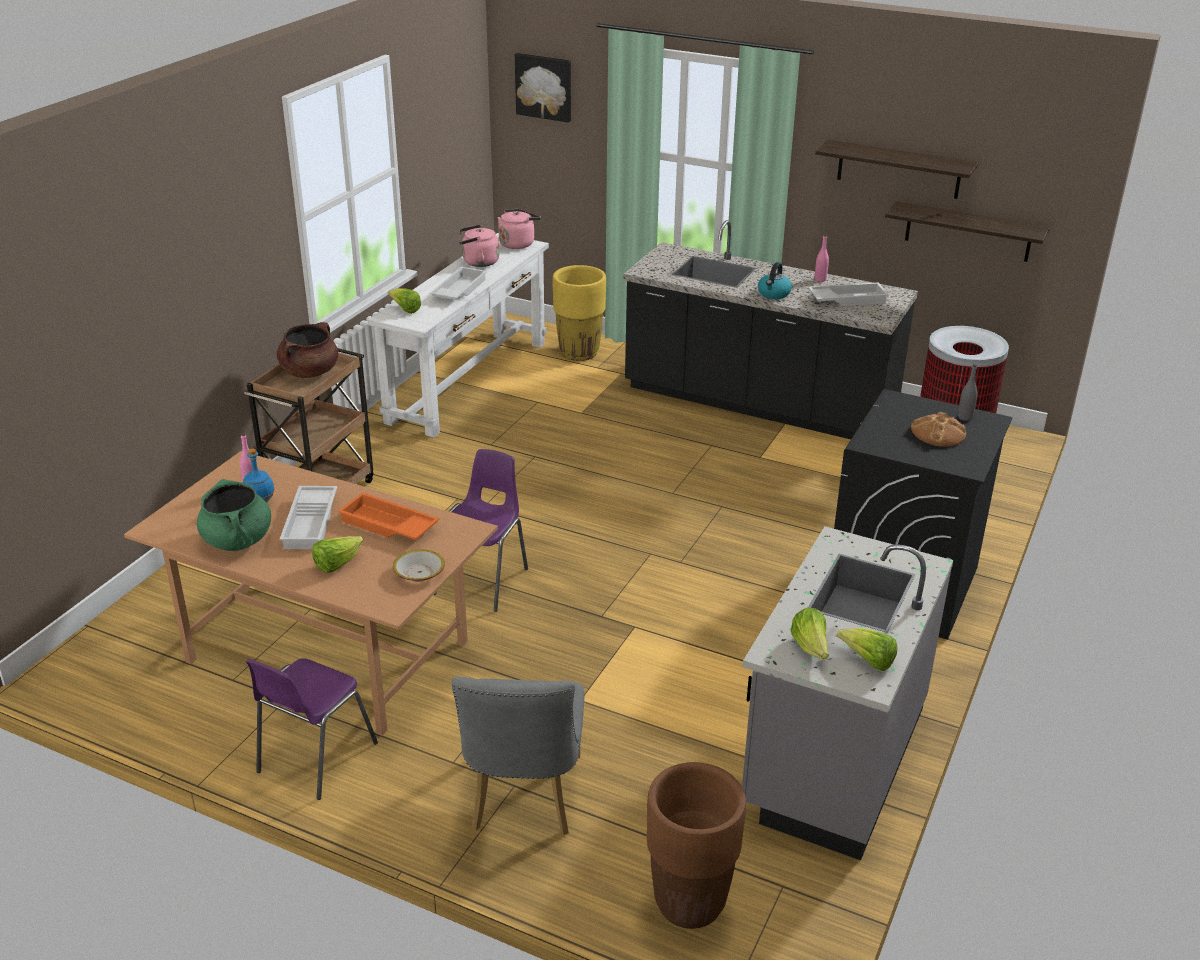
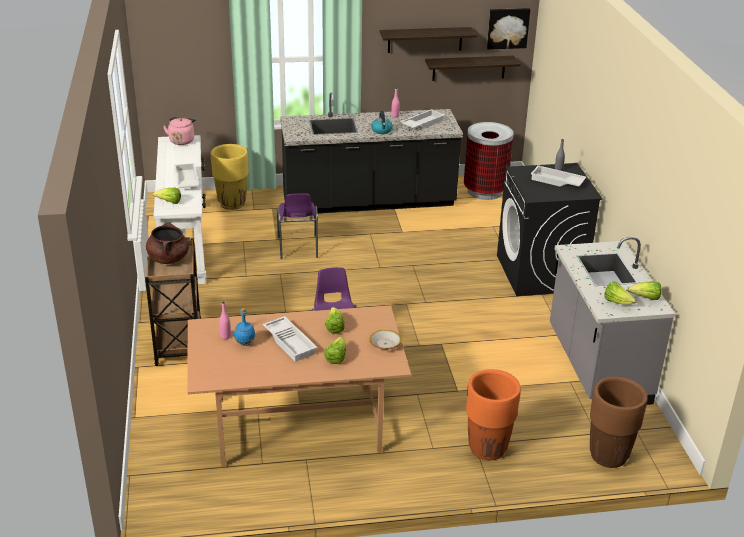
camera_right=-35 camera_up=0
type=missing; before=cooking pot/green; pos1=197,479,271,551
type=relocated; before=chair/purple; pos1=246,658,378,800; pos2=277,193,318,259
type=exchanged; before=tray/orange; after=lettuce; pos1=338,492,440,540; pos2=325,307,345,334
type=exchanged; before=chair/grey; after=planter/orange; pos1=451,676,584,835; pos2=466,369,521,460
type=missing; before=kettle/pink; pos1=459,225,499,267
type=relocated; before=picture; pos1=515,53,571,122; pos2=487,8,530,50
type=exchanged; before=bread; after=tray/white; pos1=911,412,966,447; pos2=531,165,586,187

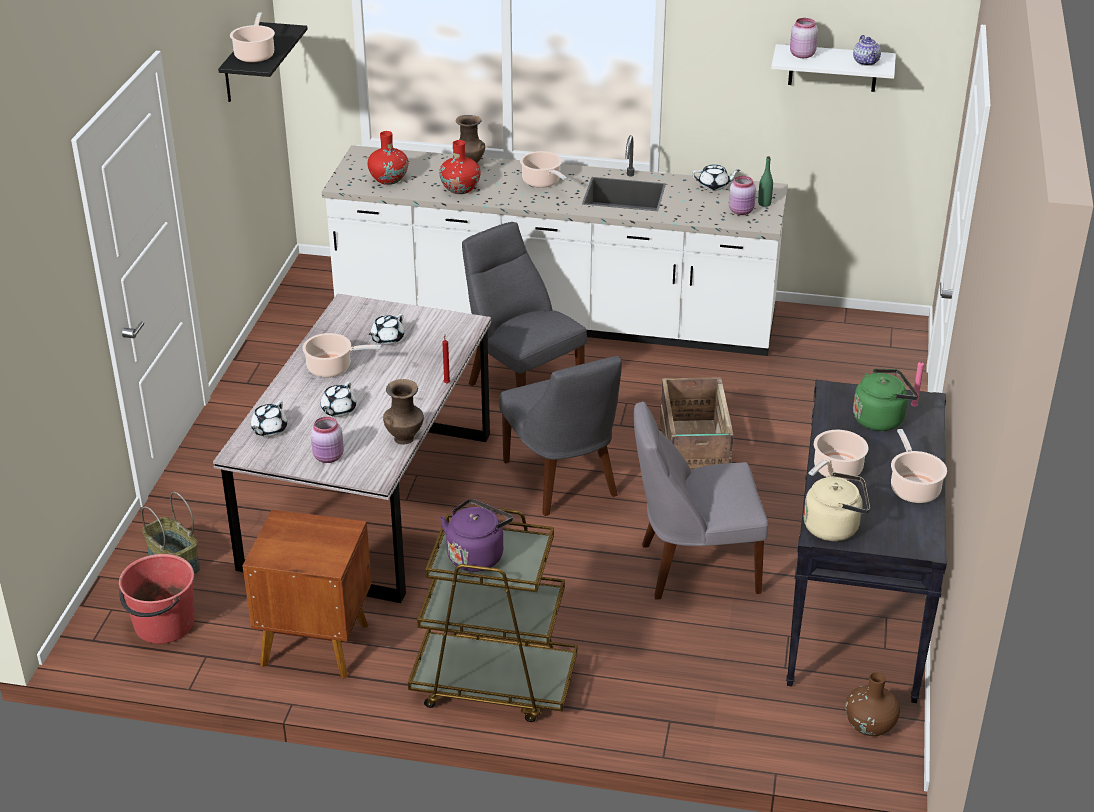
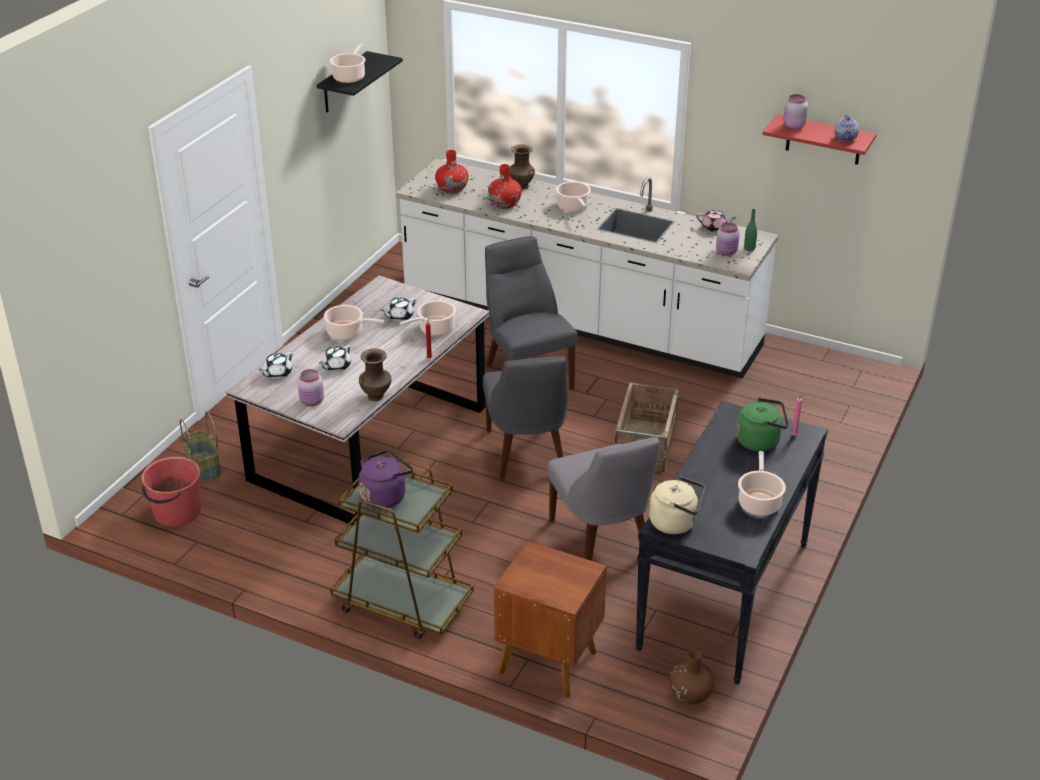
camera_right=15 camera_up=0
type=relocated; before=nightstand/brown; pos1=243,510,372,679; pos2=494,541,607,698
type=spun; before=chair/grey; pos1=634,401,768,600; pos2=547,437,659,561; turn=-120
type=colour; before=teapot/white; after=teapot/pink; pos1=692,164,740,191; pos2=696,210,737,232
type=colour; before=shelf/white; after=shelf/red; pos1=771,44,896,92; pos2=762,114,877,165
type=relocated; before=cooking pot; pos1=809,430,868,480; pos2=399,300,456,335

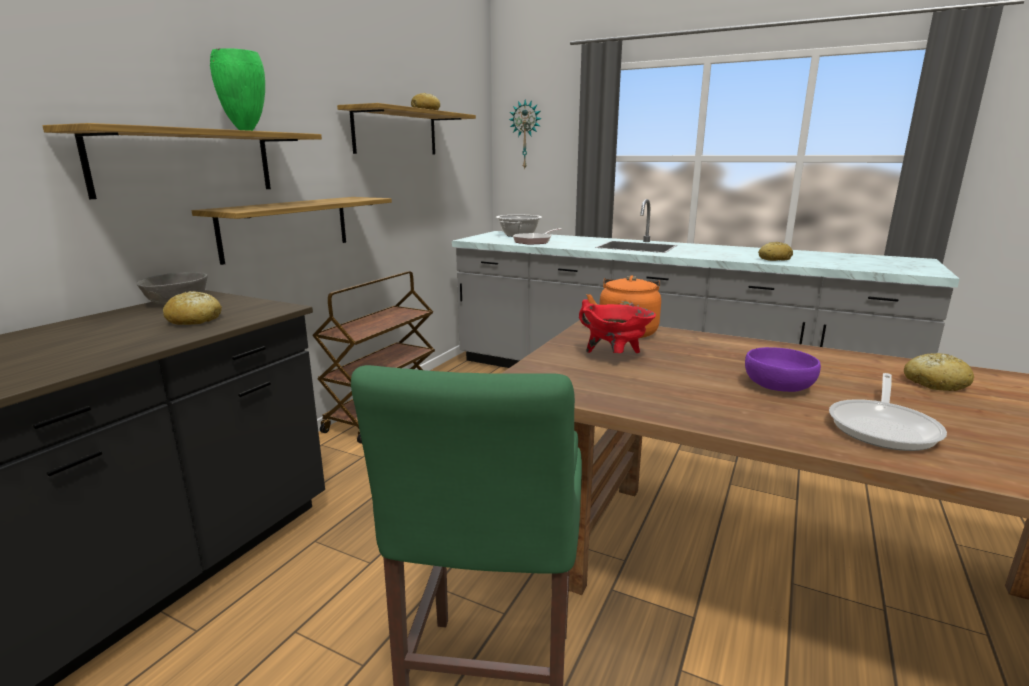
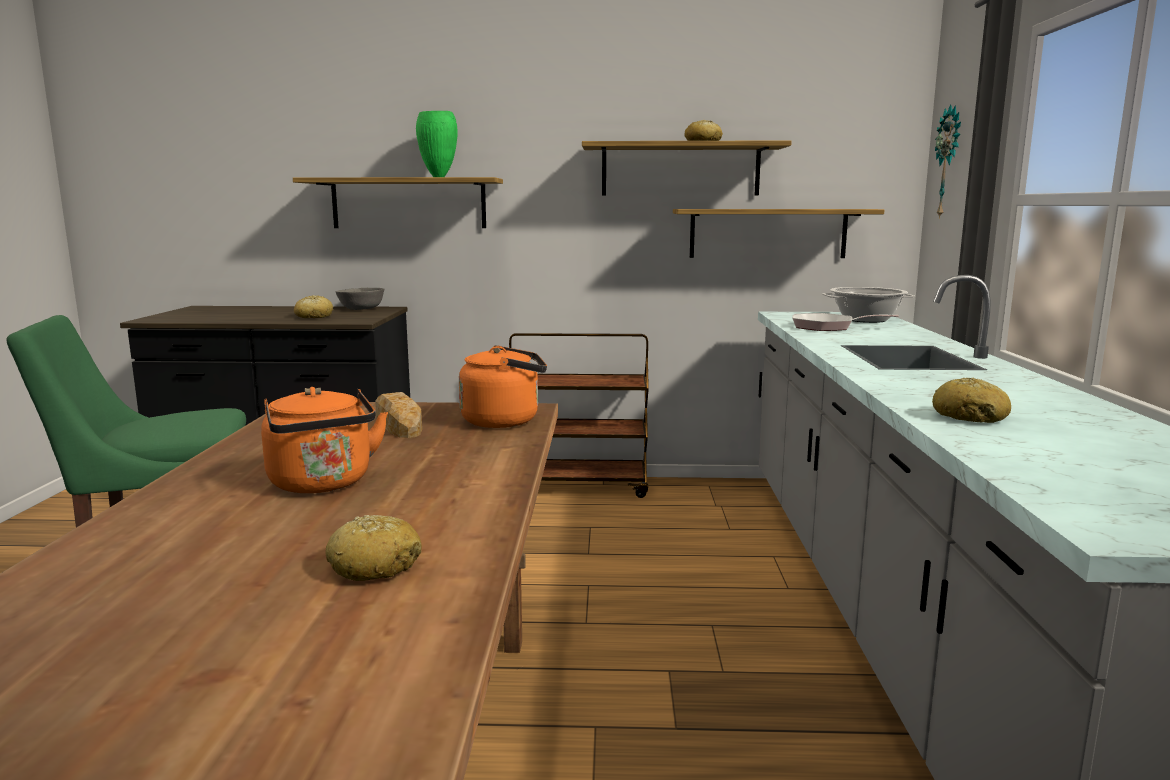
camera_right=65 camera_up=-5
type=relocated; before=shelf; pos1=192,197,392,265; pos2=673,209,884,258
type=exchanged; before=cooking pot/red; after=bread; pos1=579,299,656,353; pos2=375,392,422,438
type=exchanged; before=bowl/purple; after=kettle/orange; pos1=745,347,821,392; pos2=261,387,388,493
type=missing; before=frying pan; pos1=829,373,947,451

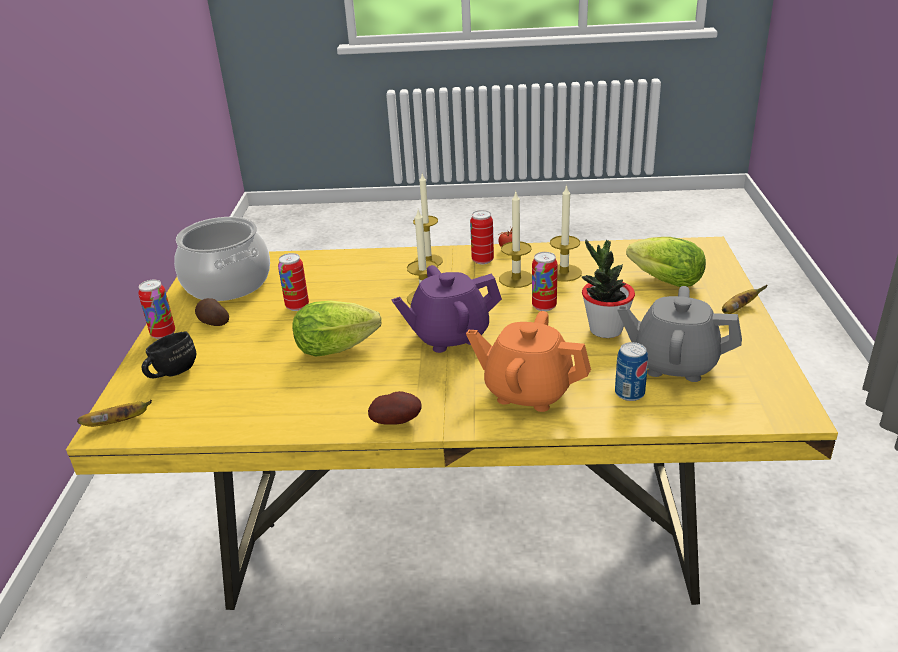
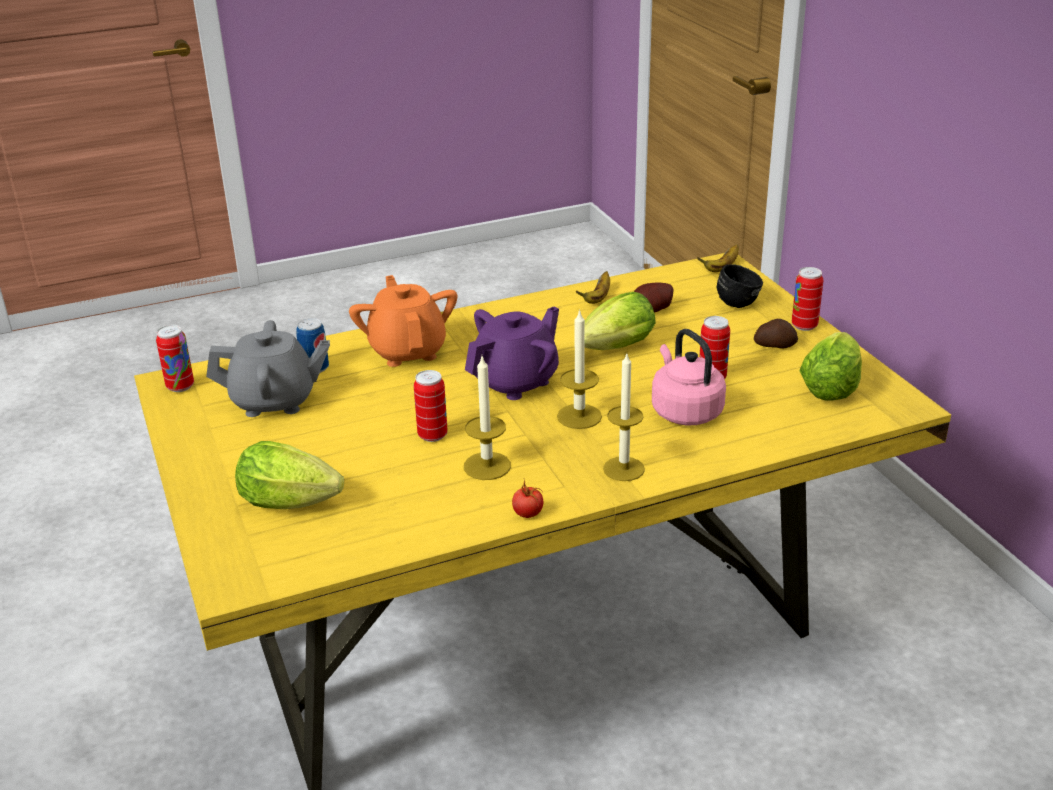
camera_right=155 camera_up=0
type=exchanged; before=cooking pot; after=lettuce; pos1=174,217,270,301; pos2=799,332,862,401
type=relocated; before=potato; pos1=368,391,422,425; pos2=634,283,673,313
type=spun; before=teapot/orange; pos1=466,311,591,412; pos2=349,275,457,367; turn=-105
type=relocated; before=can; pos1=470,210,494,265; pos2=156,325,194,392
type=missing; before=candle; pos1=550,184,582,282
type=missing; before=potted plant; pos1=582,240,635,338
type=relocated; before=banana; pos1=722,285,767,314; pos2=576,271,610,304
type=appeared; after=kettle/pink; pos2=652,329,726,425

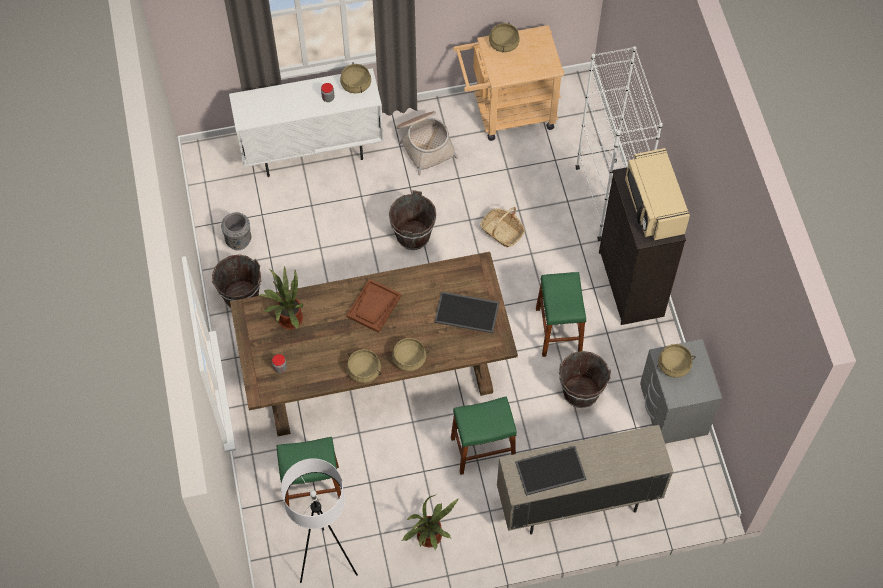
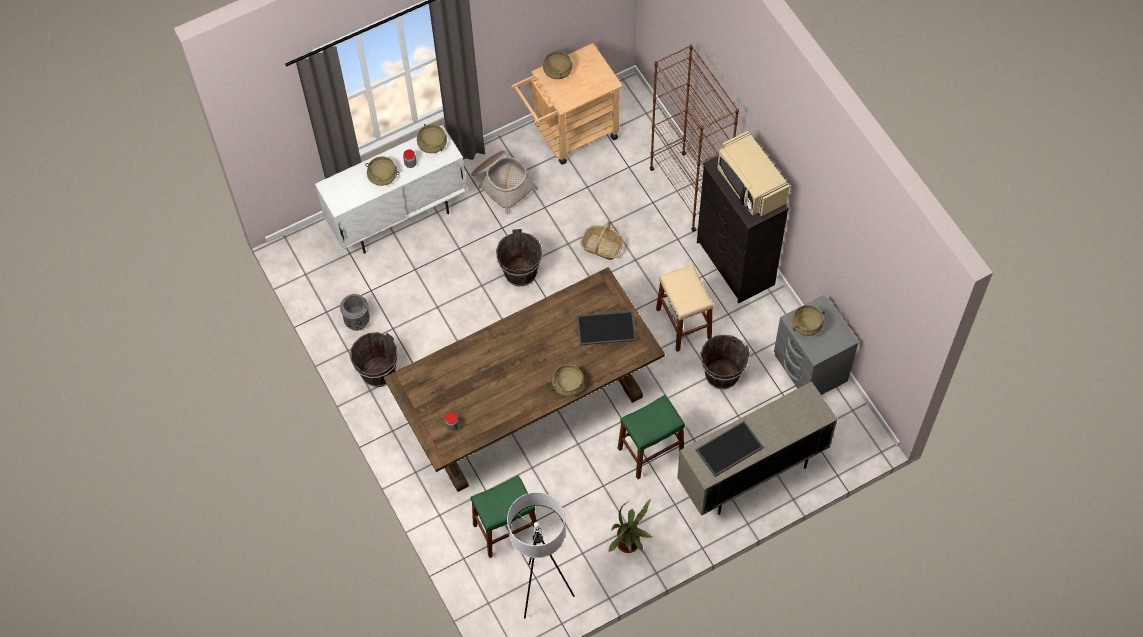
camera_right=-15 camera_up=0
type=missing; before=potted plant; pos1=259,265,304,330
type=missing; before=tray/brown; pos1=346,279,401,333
type=relocated; before=cooking pot/beige; pos1=347,349,381,383; pos2=365,156,399,186
type=colour; before=stool/green; after=stool/beige; pos1=536,272,586,357; pos2=656,264,713,352
type=colour; before=bookcase/white; after=bookcase/brown; pos1=576,46,663,241; pos2=650,45,739,232

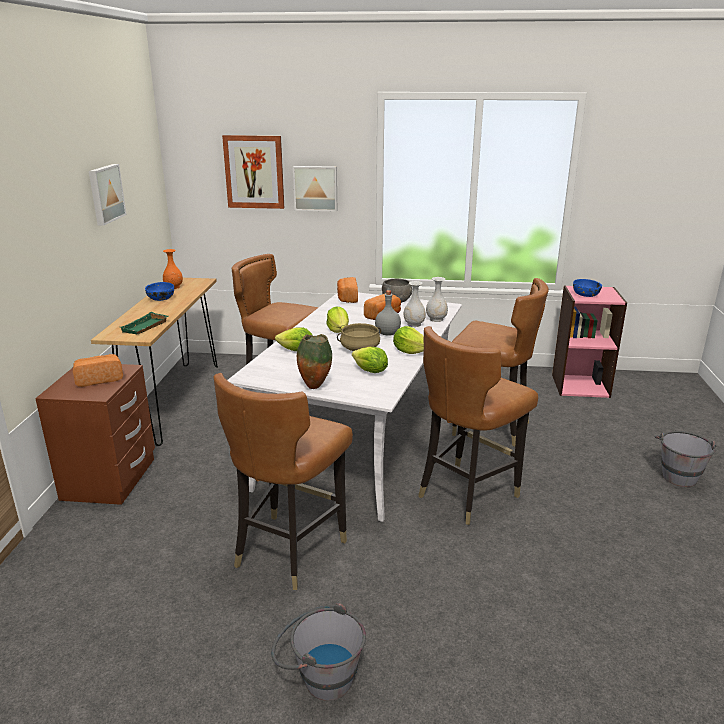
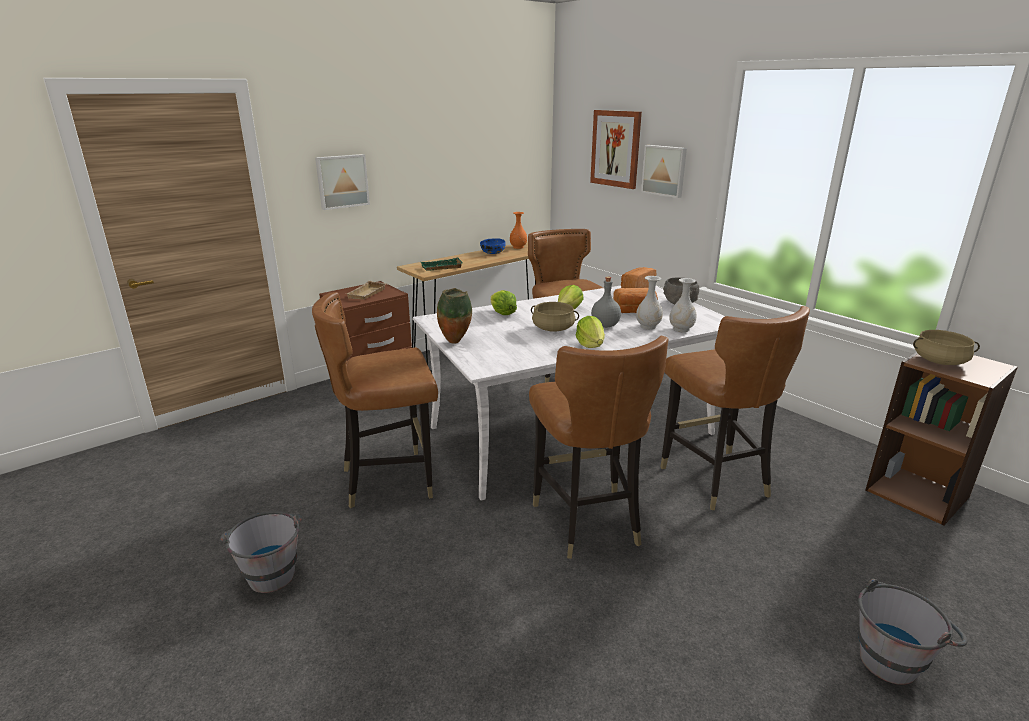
camera_right=45 camera_up=0
type=exchanged; before=bread; after=tray/beige; pos1=73,354,123,387; pos2=346,281,388,300
type=relocated; before=picture; pos1=89,164,126,226; pos2=315,154,370,210
type=missing; before=lettuce; pos1=352,347,388,373
type=spun; before=chair/brown; pos1=418,326,538,525; pos2=529,336,668,559; turn=-105
type=colour; before=bookcase/pink; after=bookcase/brown; pos1=552,285,627,398; pos2=865,352,1018,526
type=exchanged; before=bowl/blue; after=cooking pot/beige; pos1=573,279,602,297; pos2=913,330,980,365

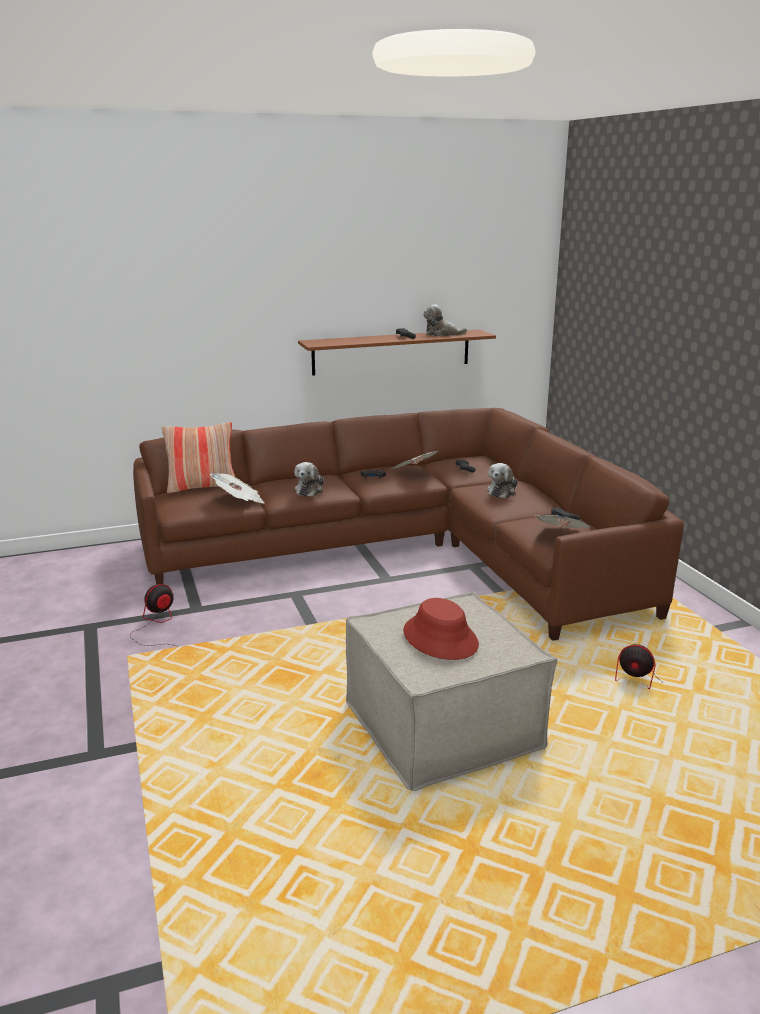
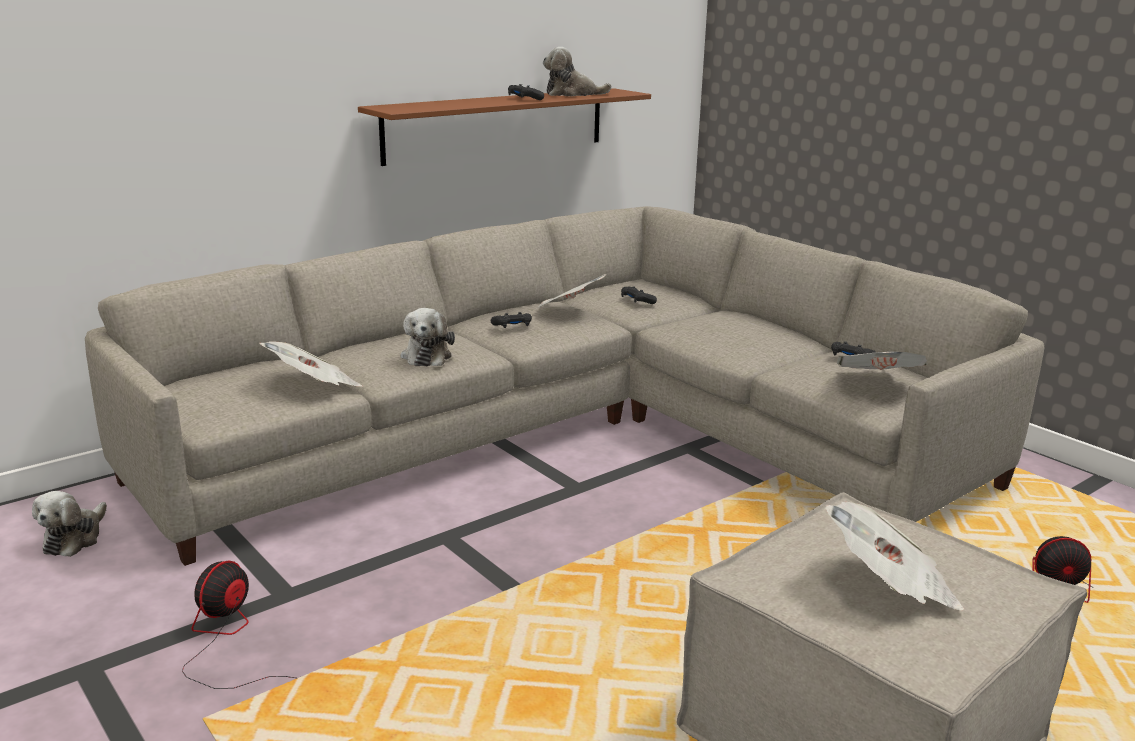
camera_right=-20 camera_up=0
type=colour; before=sofa/brown; after=sofa/grey; pos1=133,408,684,641; pos2=85,206,1045,566
type=missing; before=pillow; pos1=162,422,236,493
type=exchanged; before=hat/red; after=newspaper; pos1=403,598,479,660; pos2=825,501,964,611
type=relocated; before=plush toy; pos1=487,463,518,498; pos2=32,491,107,557

